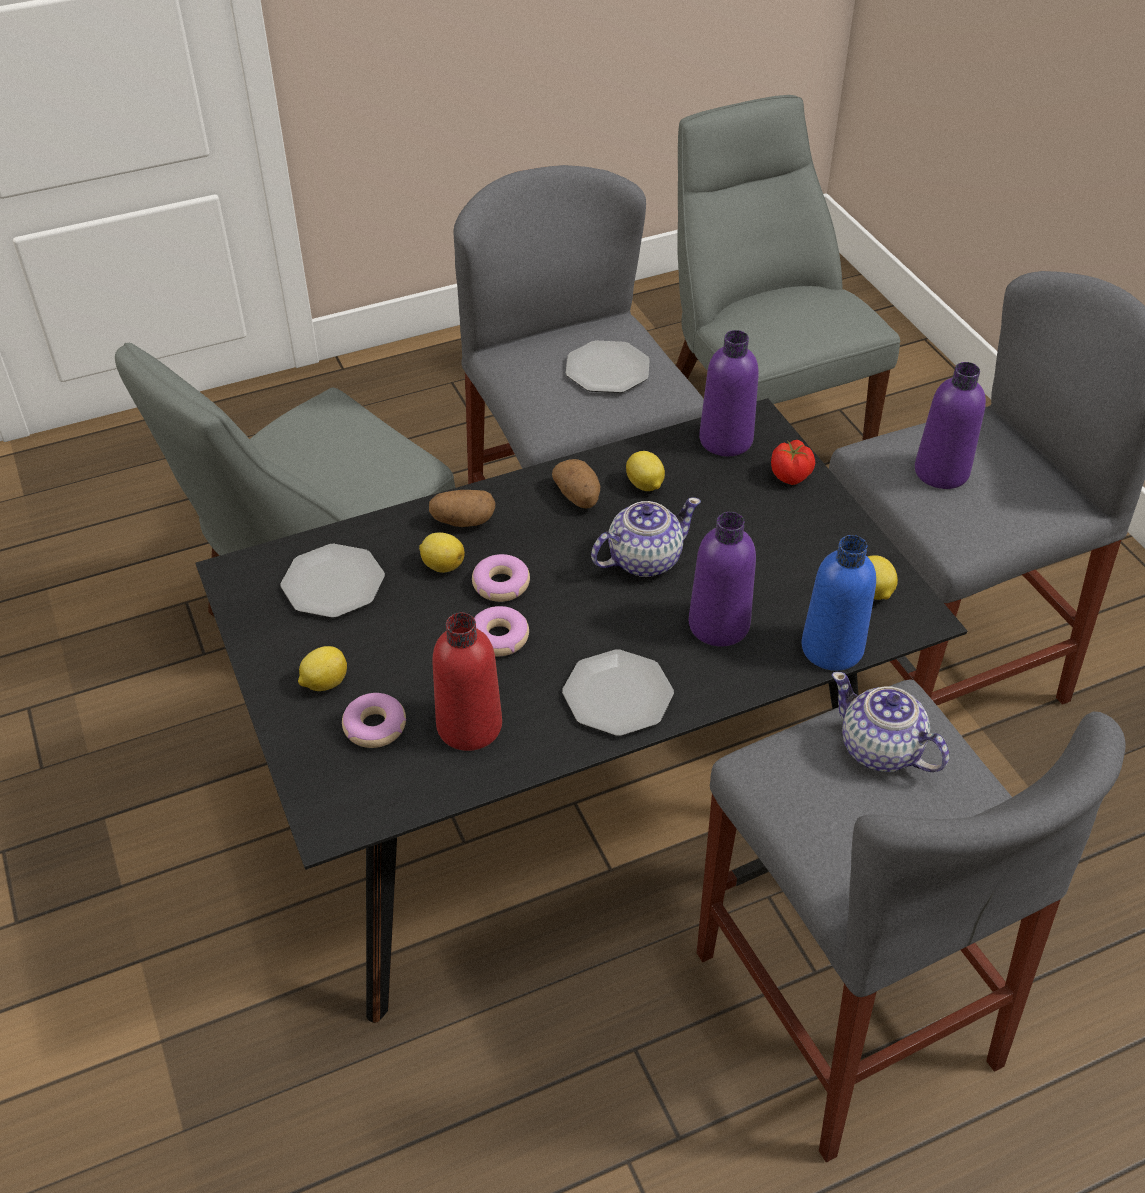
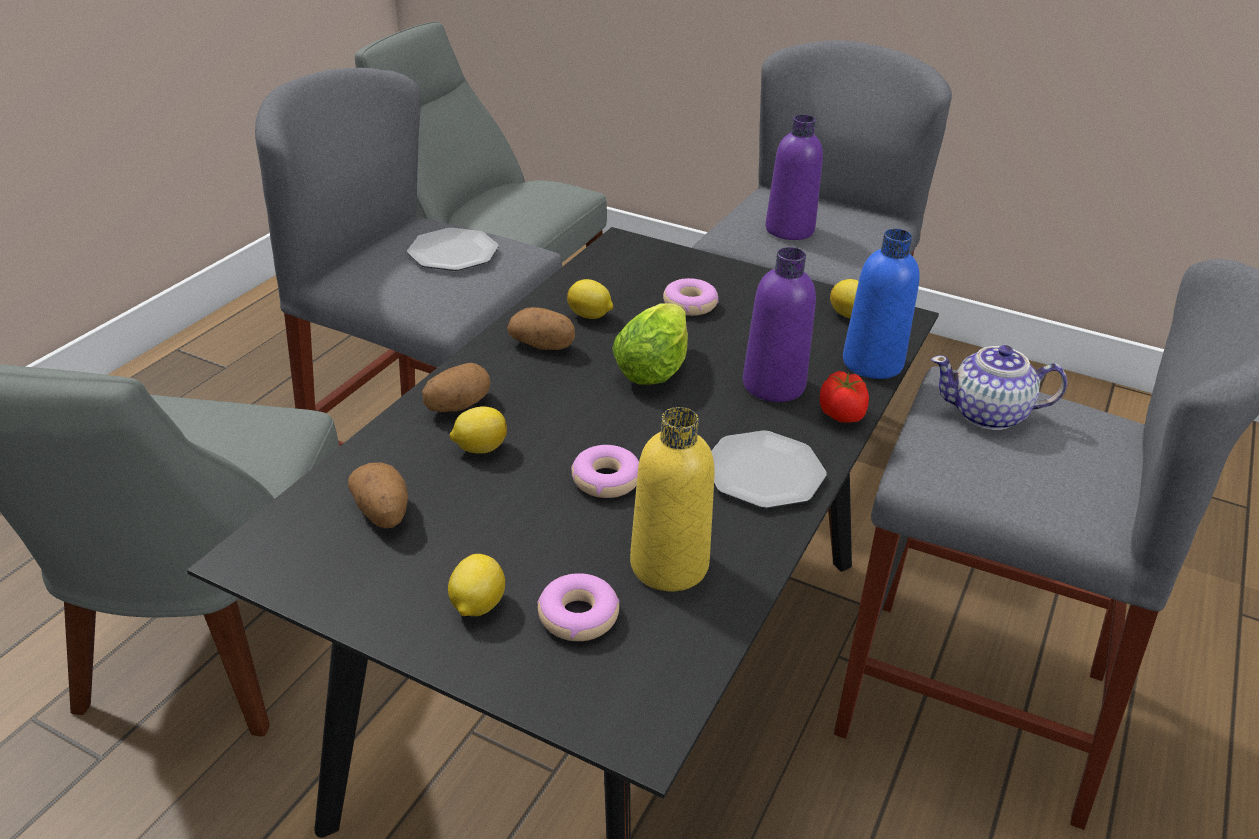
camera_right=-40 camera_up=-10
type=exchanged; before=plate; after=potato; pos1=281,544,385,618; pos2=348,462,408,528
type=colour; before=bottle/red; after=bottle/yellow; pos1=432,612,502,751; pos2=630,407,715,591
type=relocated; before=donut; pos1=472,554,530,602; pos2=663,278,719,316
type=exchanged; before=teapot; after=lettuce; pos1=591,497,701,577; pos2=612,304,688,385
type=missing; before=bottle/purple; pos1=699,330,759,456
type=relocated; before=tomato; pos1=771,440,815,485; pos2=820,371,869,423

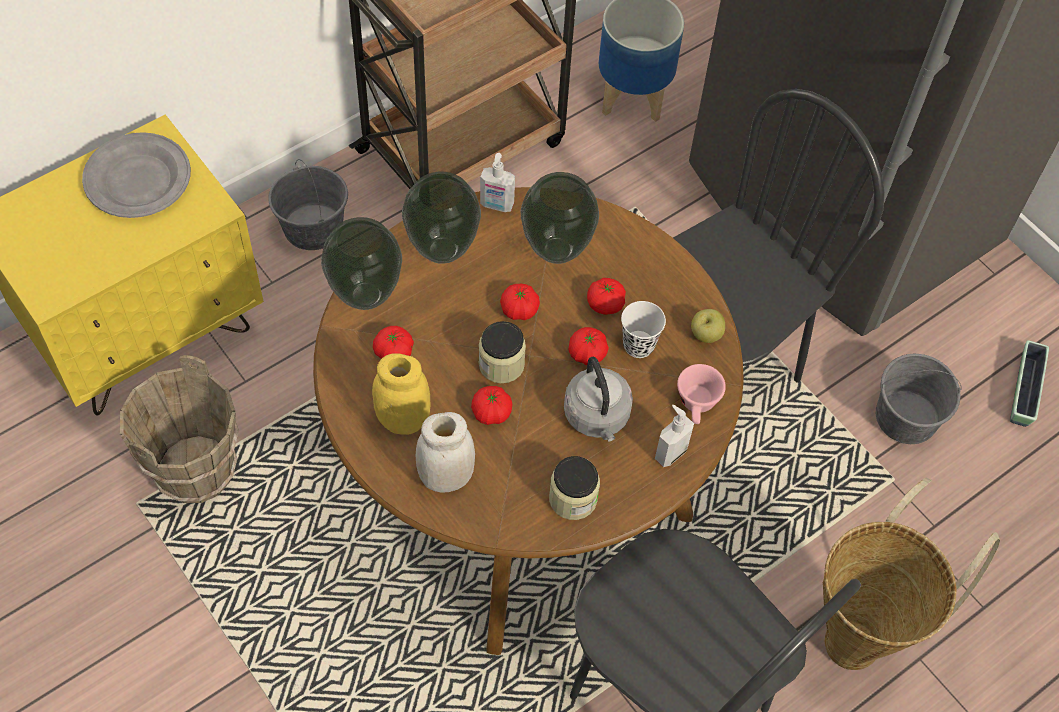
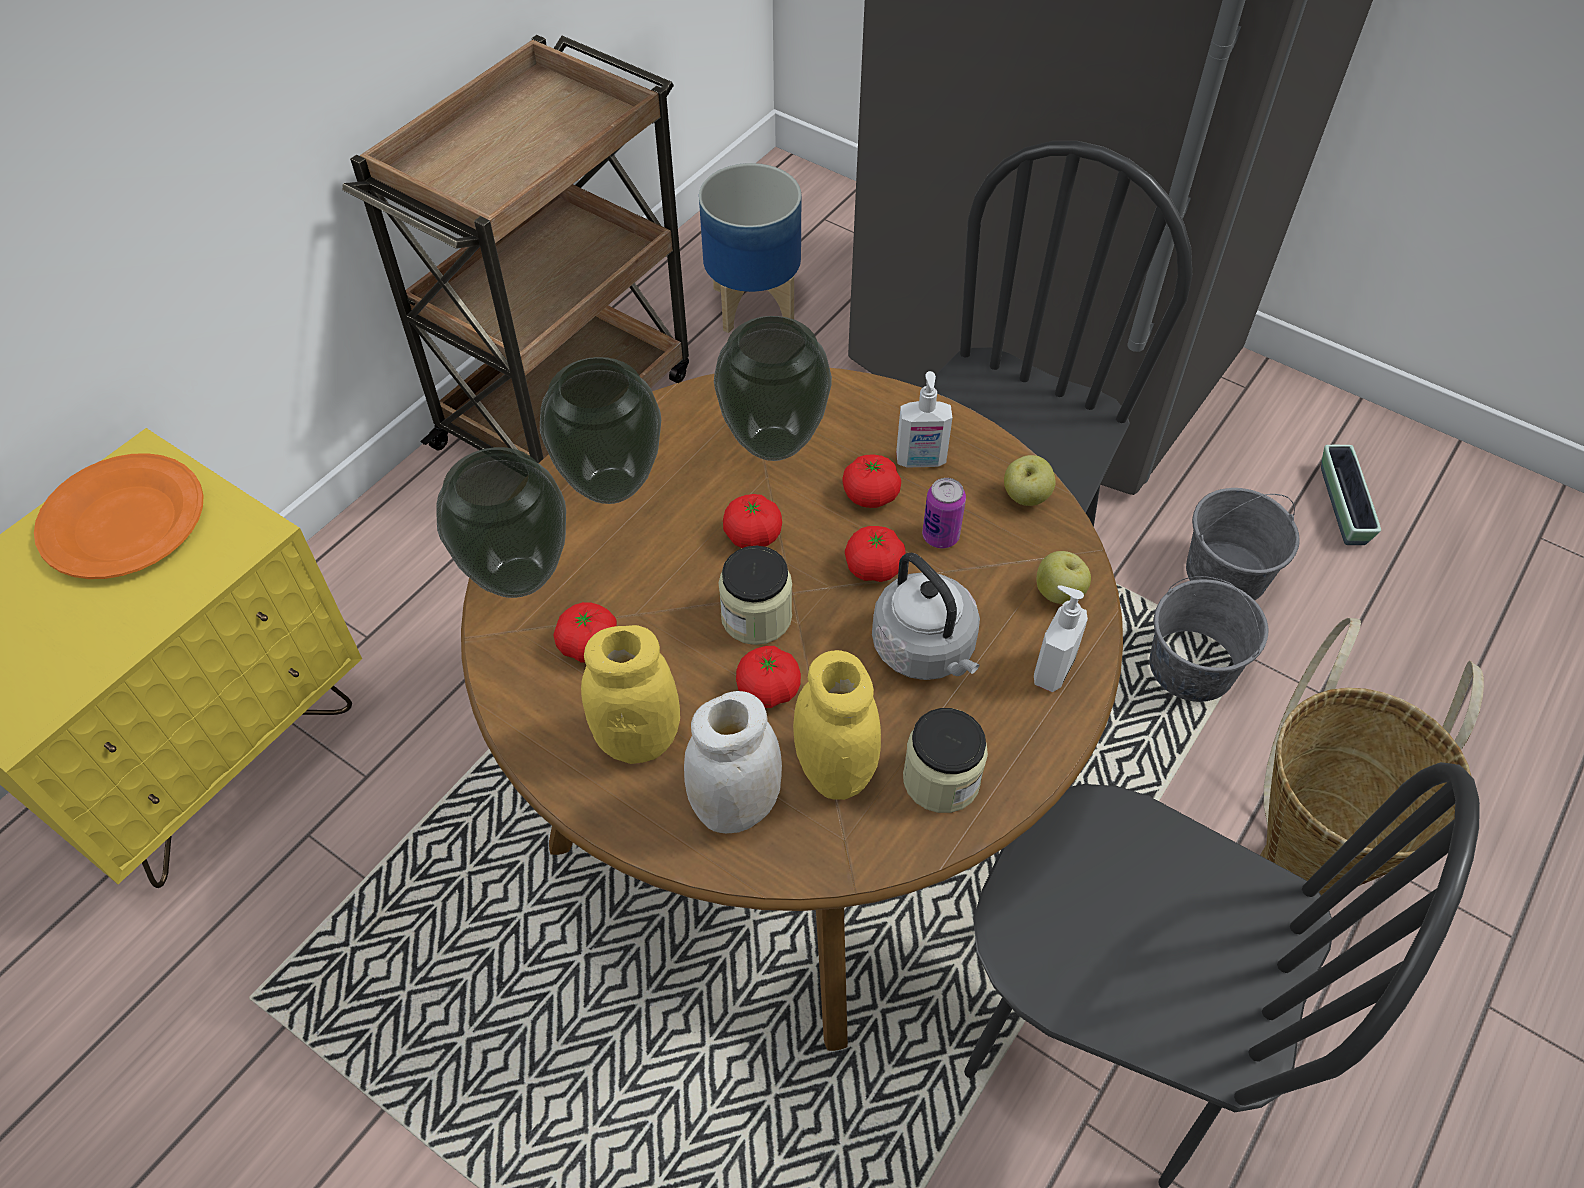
camera_right=-15 camera_up=-5
type=colour; before=plate/grey; after=plate/orange; pos1=82,132,191,218; pos2=34,453,203,579
type=missing; before=bucket/brown; pos1=120,355,239,503
type=relocated; before=bucket/grey; pos1=268,159,348,250; pos2=1150,576,1268,702
type=relocated; before=soap dispenser; pos1=480,153,515,212; pos2=896,371,953,467
type=exchanged; before=cup/white; after=can; pos1=621,301,666,358; pos2=922,478,966,548
type=exchanged; before=cup/pink; after=apple; pos1=677,364,726,424; pos2=1037,551,1091,604
type=appeared; after=jar/yellow; pos2=793,650,881,800

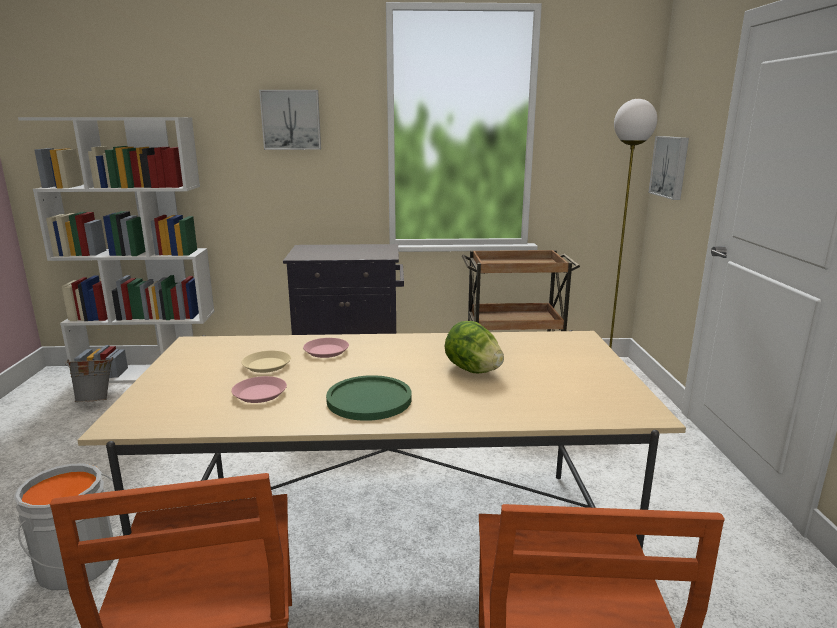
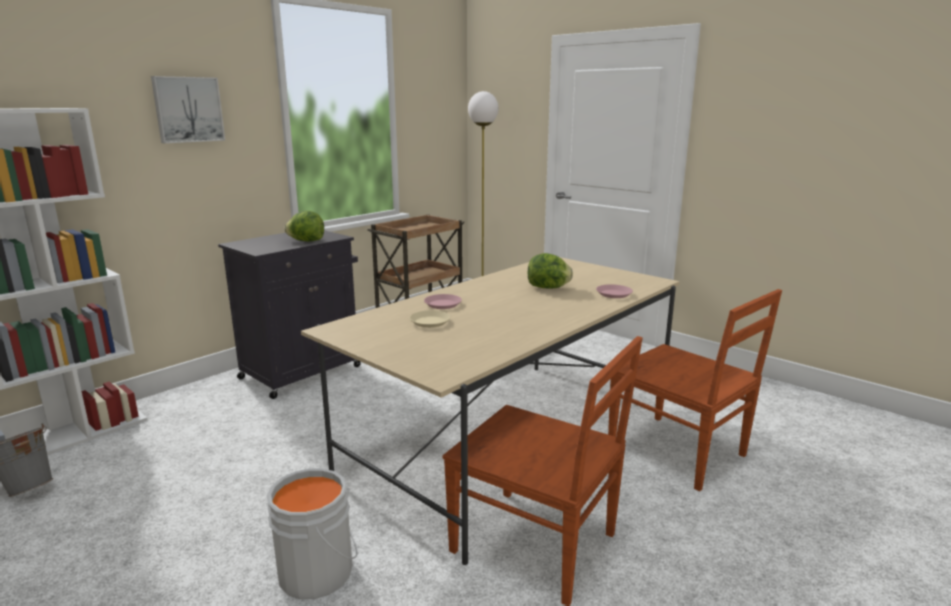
camera_right=-45 camera_up=0
type=relocated; before=plate/pink; pos1=232,376,287,403; pos2=596,284,633,298
type=missing; before=plate/green; pos1=326,375,412,421
type=missing; before=picture; pos1=649,136,689,200
type=appeared; after=lettuce; pos2=284,211,324,242

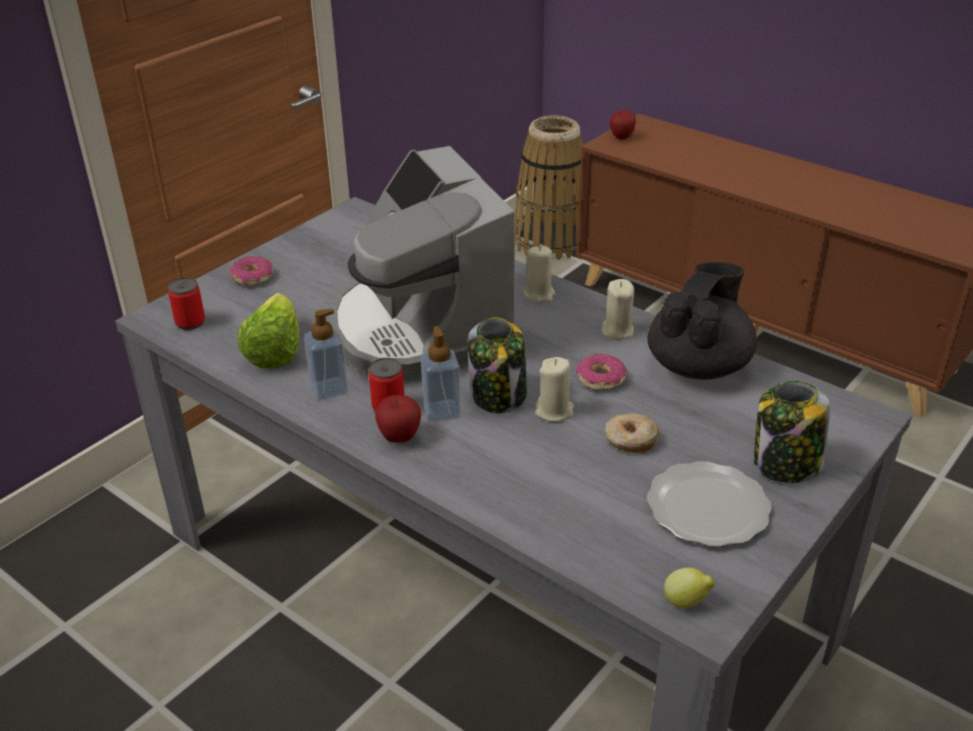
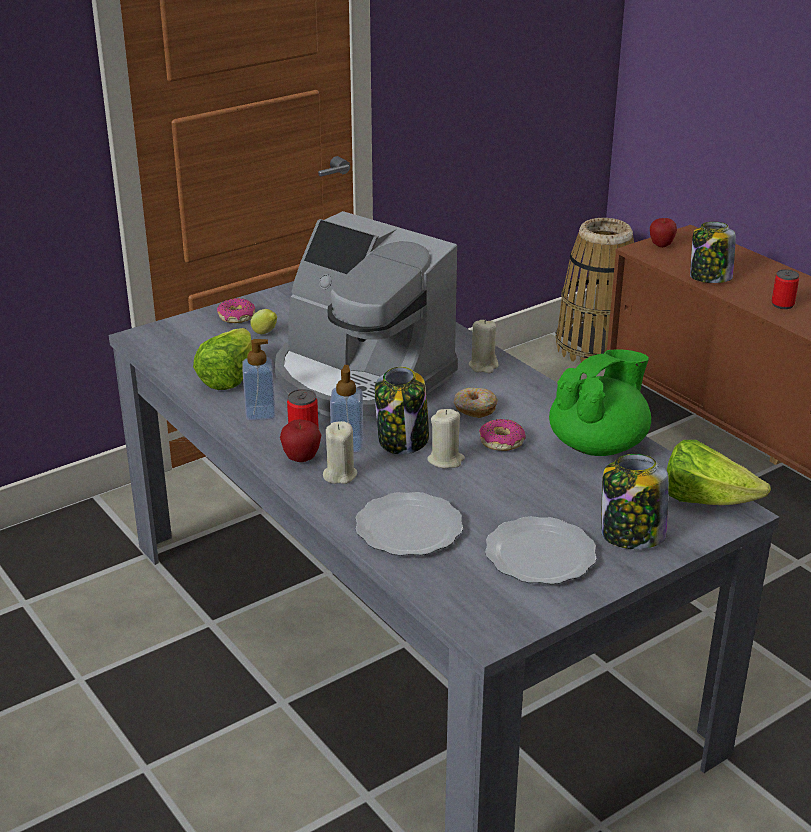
camera_right=15 camera_up=-5
type=relocated; before=can; pos1=168,278,205,330; pos2=772,269,799,309
type=spun; before=coffee machine; pos1=329,146,519,381; pos2=275,211,458,421; turn=-45
type=relocated; before=candle/beige; pos1=601,279,634,340; pos2=323,421,358,484
type=relocated; before=donut; pos1=605,413,660,453; pos2=454,388,498,418
type=colour; before=teapot/black; after=teapot/green; pos1=647,262,757,380; pos2=549,350,651,456
type=relocated; before=lemon; pos1=664,568,715,608; pos2=250,309,277,334
type=appeared; after=plate; pos2=356,492,463,556
type=appeared; after=lettuce; pos2=667,440,771,505
type=appeared; after=jar; pos2=690,222,736,283

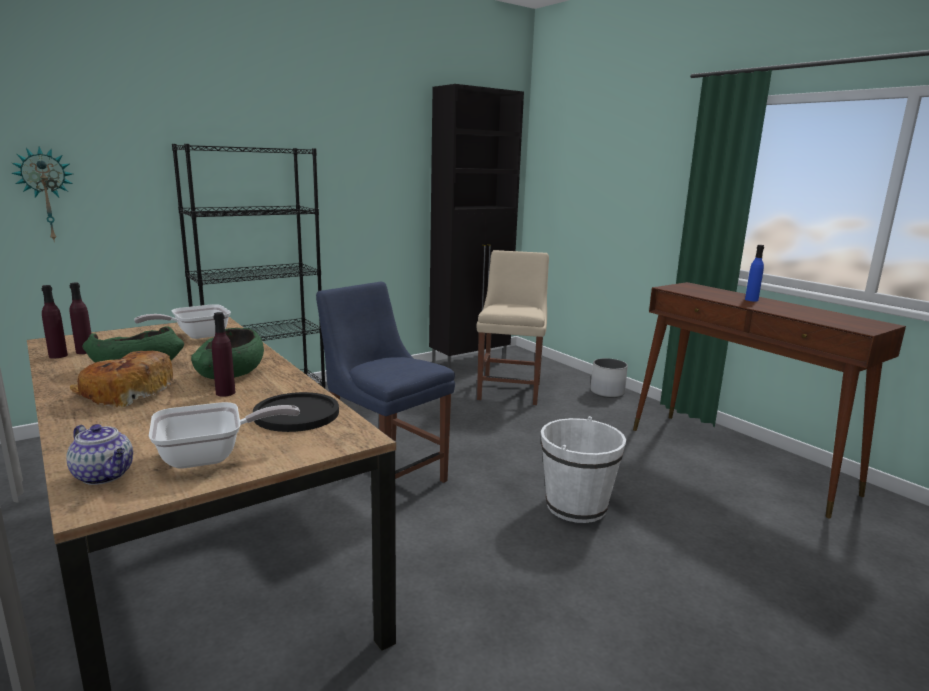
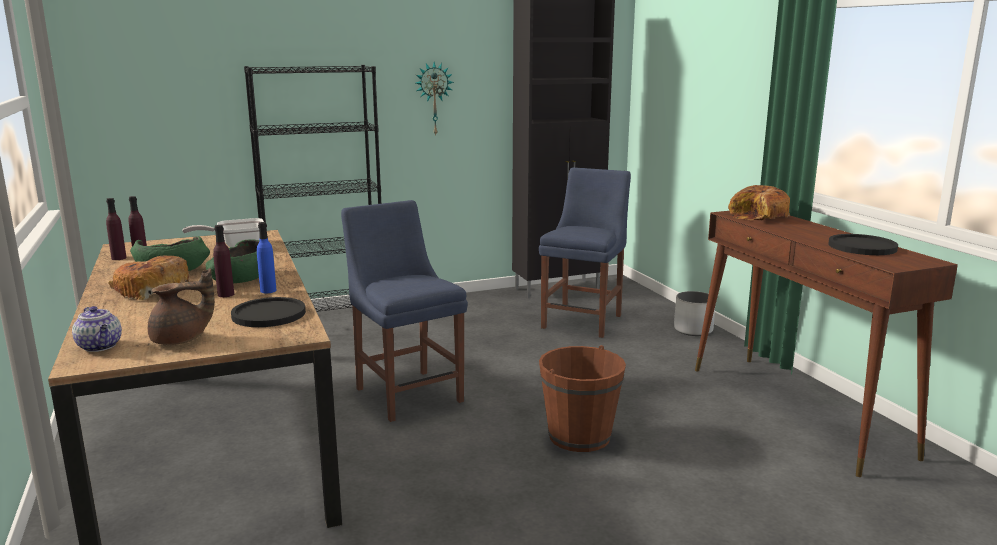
camera_right=15 camera_up=0
type=relocated; before=wall clock; pos1=11,147,73,242; pos2=416,62,454,137
type=exchanged; before=frying pan; after=teapot/brown; pos1=149,402,300,469; pos2=148,268,215,345
type=colour; before=chair/beige; after=chair/blue; pos1=477,250,549,405; pos2=539,167,631,338
type=colour; before=bucket/white; after=bucket/brown; pos1=541,416,626,523; pos2=539,345,626,452
type=relocated; before=bottle/blue; pos1=745,245,764,302; pos2=257,222,277,293
type=appeared; after=bread; pos2=728,185,790,220
type=appeared; after=plate/black; pos2=828,234,898,255

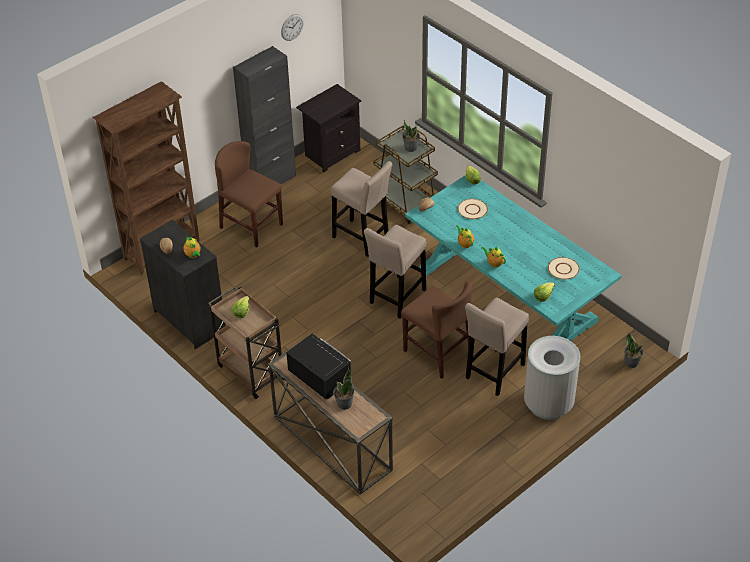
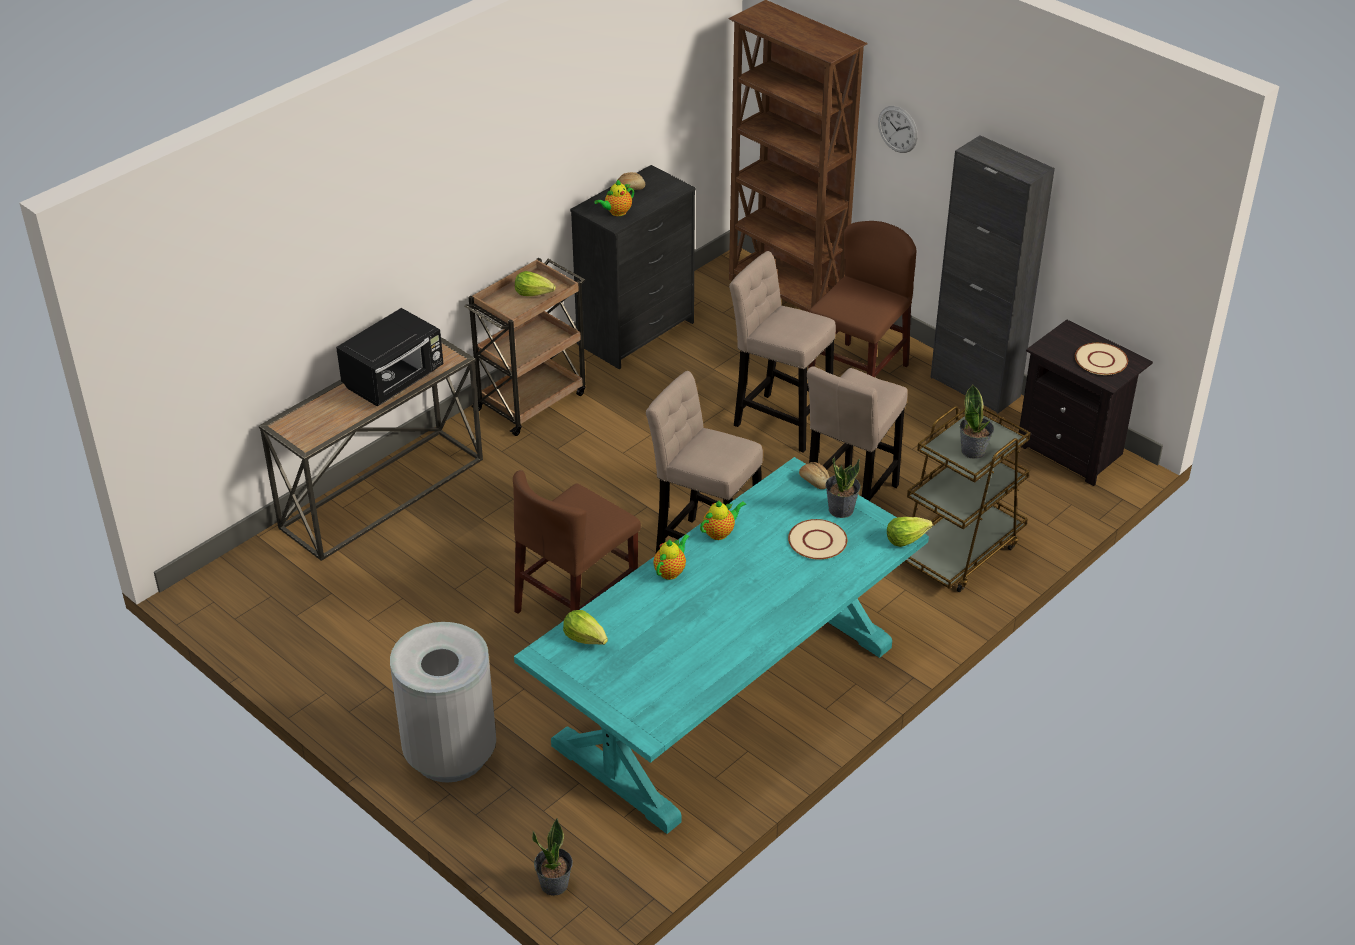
camera_right=85 camera_up=-5
type=relocated; before=wall clock; pos1=281,14,304,41; pos2=878,106,918,153
type=relocated; before=potted plant; pos1=333,369,354,410; pos2=825,457,861,518
type=relocated; before=stool/beige; pos1=465,298,529,396; pos2=729,251,836,453
type=relocated; before=plate/beige; pos1=548,257,580,279; pos2=1075,343,1128,375

